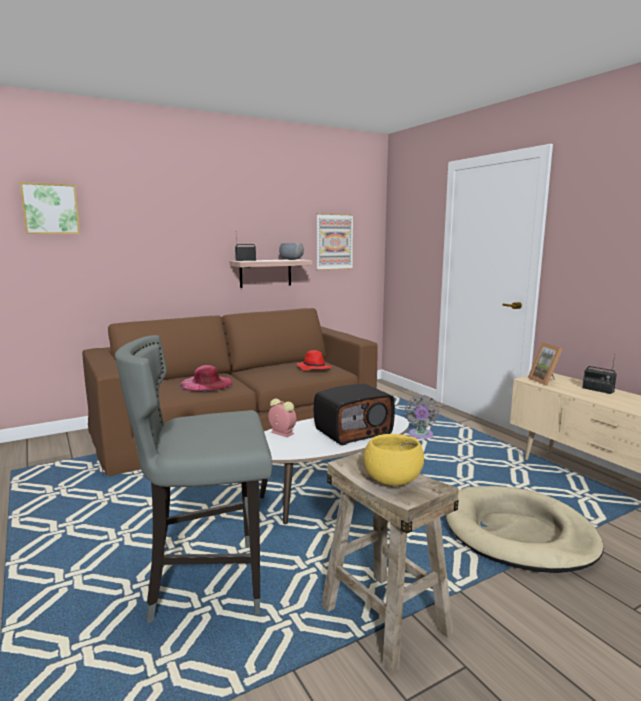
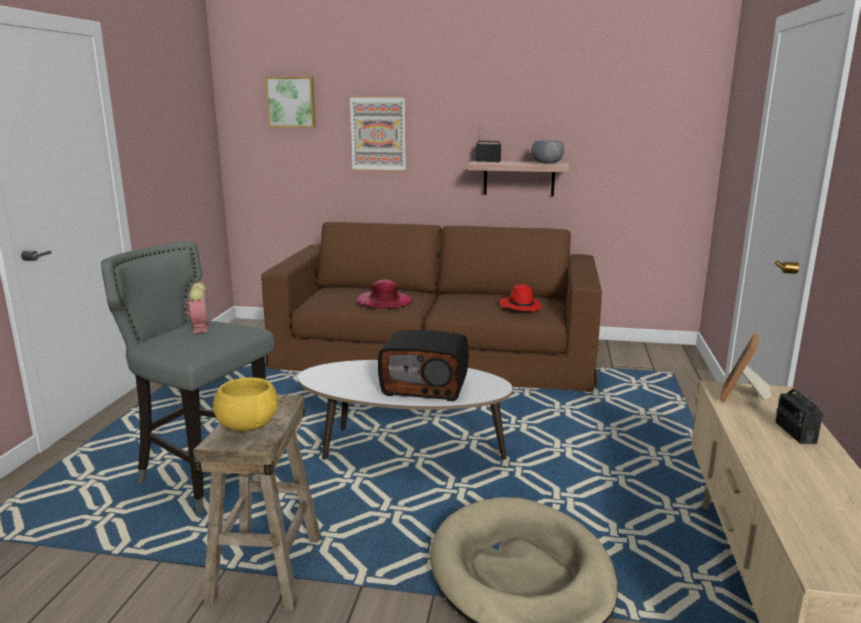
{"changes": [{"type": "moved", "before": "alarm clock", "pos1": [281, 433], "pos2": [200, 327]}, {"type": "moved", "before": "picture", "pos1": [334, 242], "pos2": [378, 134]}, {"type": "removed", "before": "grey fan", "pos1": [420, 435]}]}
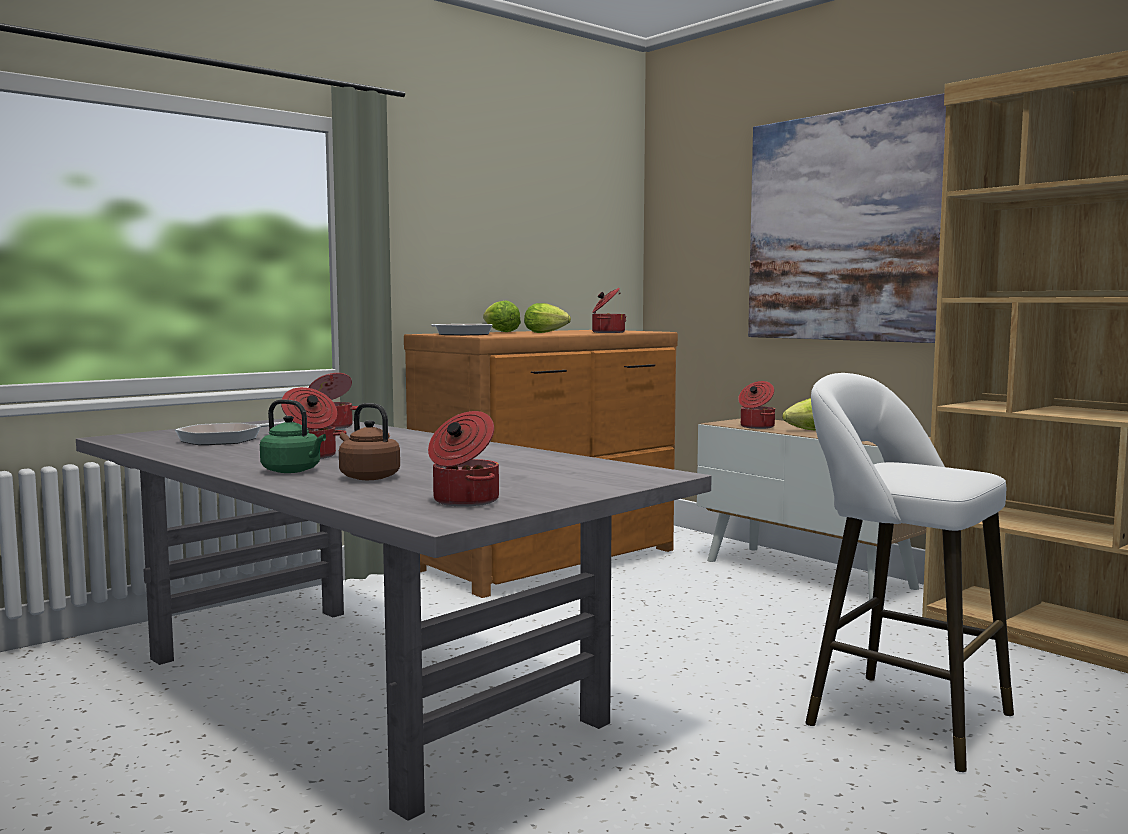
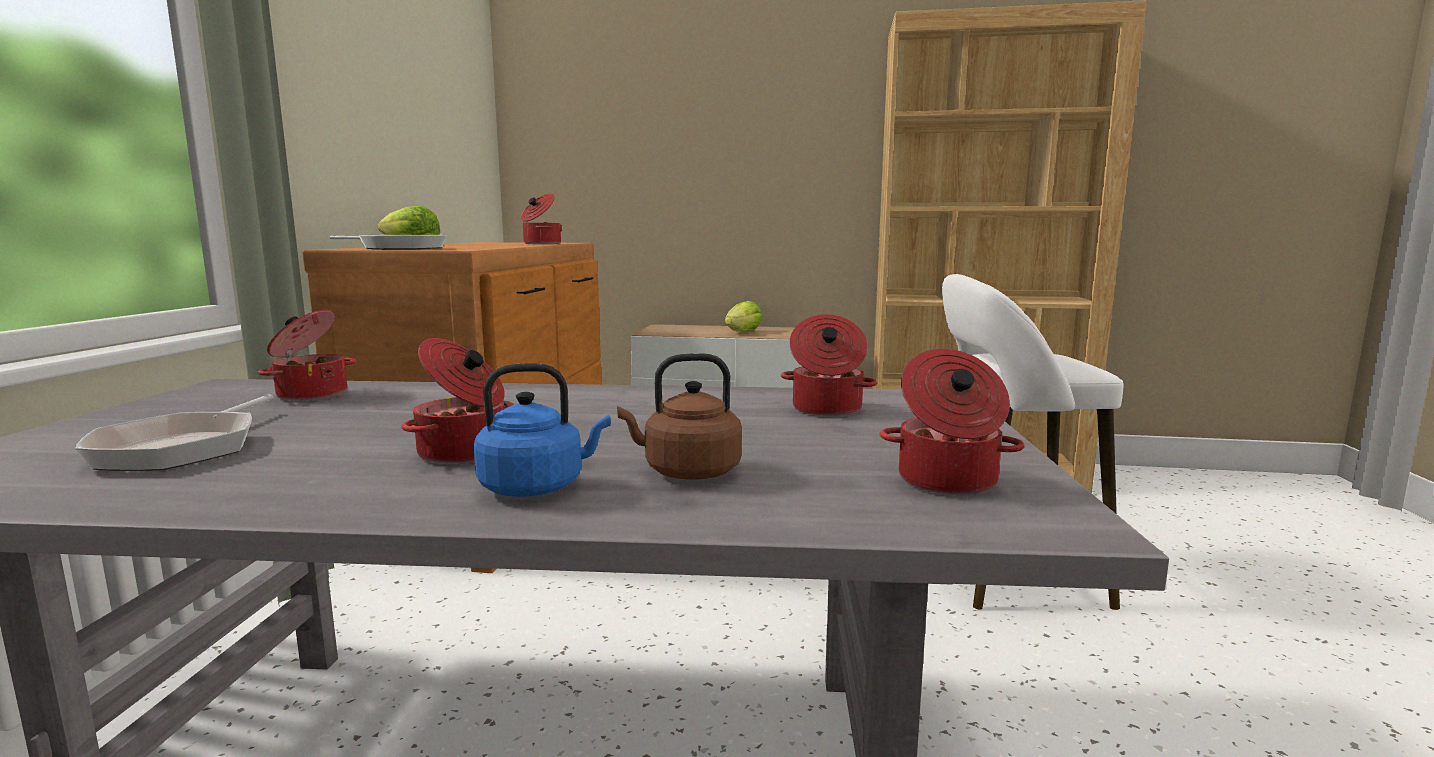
{"changes": [{"type": "recoloured", "before": "green kettle", "after": "blue kettle", "pos1": [294, 471], "pos2": [537, 487]}, {"type": "removed", "before": "lettuce", "pos1": [548, 333]}, {"type": "moved", "before": "cooking pot", "pos1": [756, 427], "pos2": [826, 409]}, {"type": "removed", "before": "picture", "pos1": [844, 227]}]}
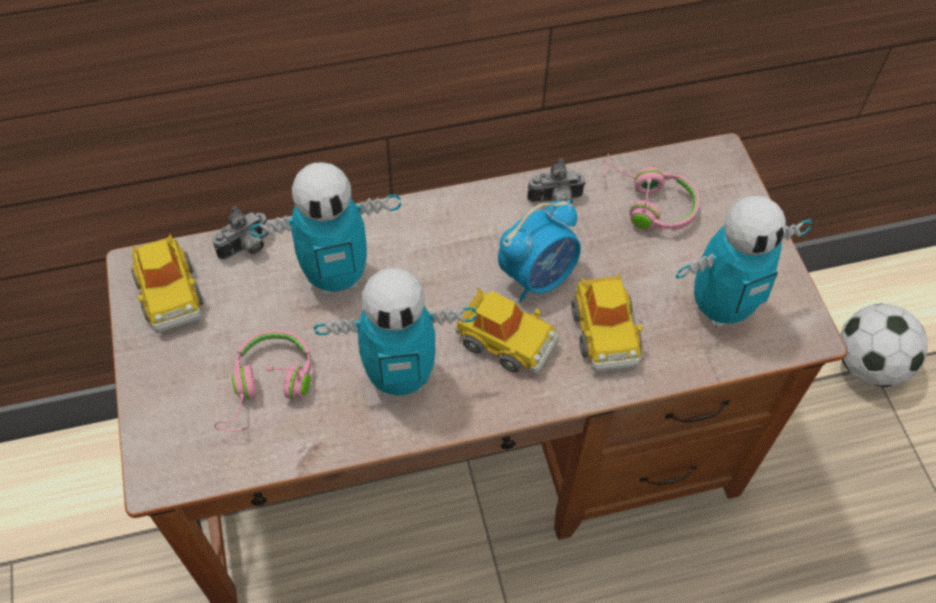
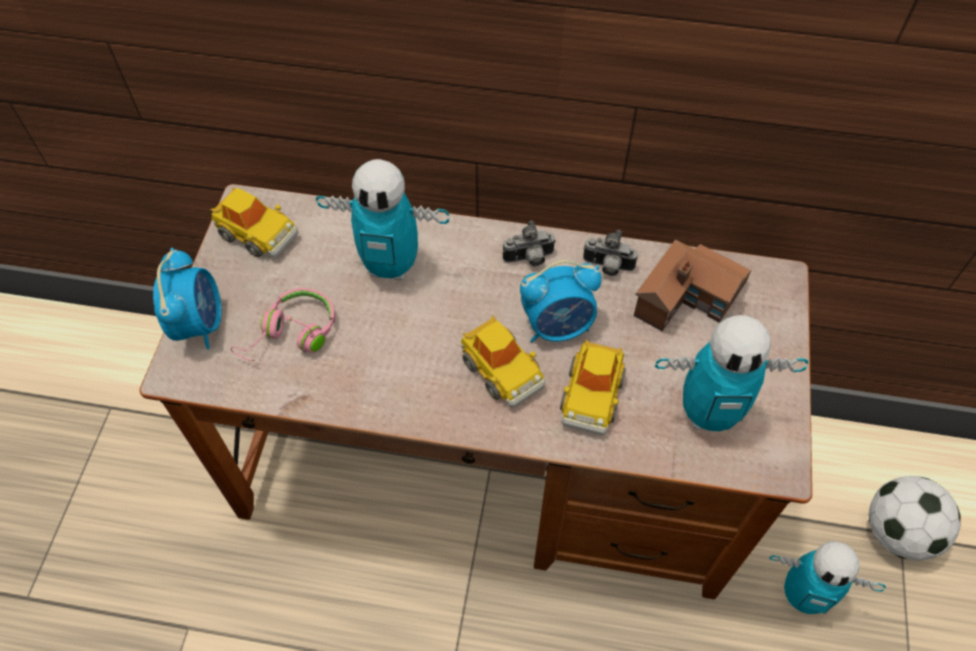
{"changes": [{"type": "turned", "before": "toy car", "pos1": [170, 293], "pos2": [257, 233], "turn": -60}, {"type": "moved", "before": "photo camera", "pos1": [247, 248], "pos2": [529, 259]}, {"type": "moved", "before": "toy robot", "pos1": [400, 376], "pos2": [803, 595]}, {"type": "replaced", "before": "pink headphones", "after": "toy house", "pos1": [647, 203], "pos2": [689, 297]}, {"type": "added", "after": "alarm clock", "pos2": [199, 323]}]}
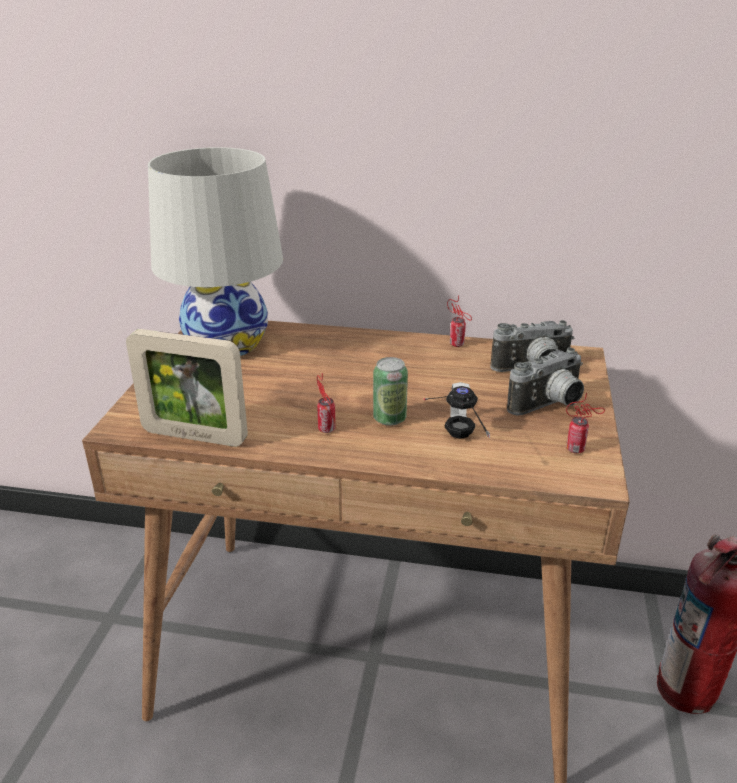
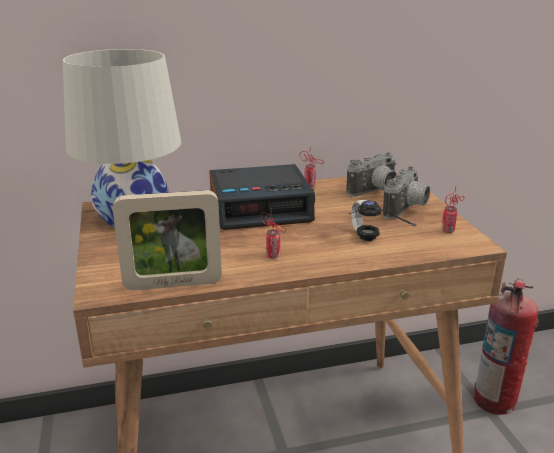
{"changes": [{"type": "removed", "before": "can", "pos1": [389, 418]}, {"type": "added", "after": "alarm clock", "pos2": [261, 207]}]}
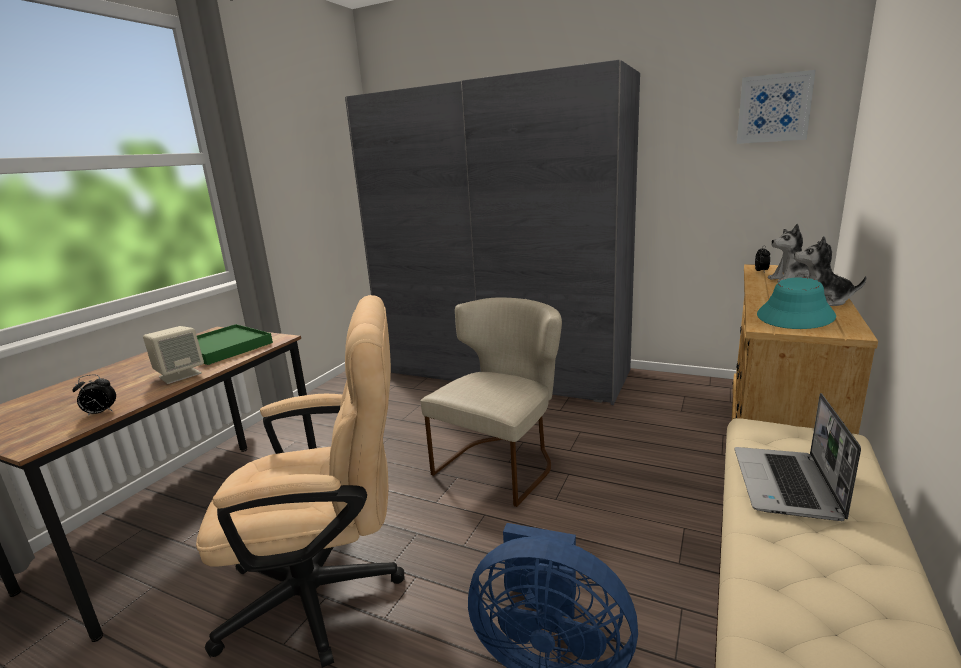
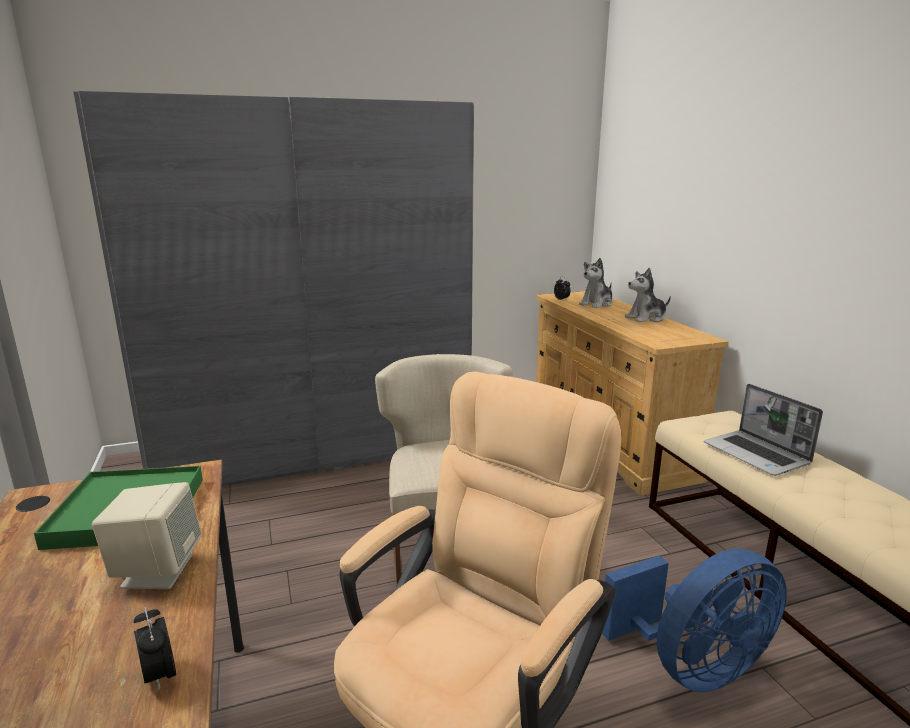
{"changes": [{"type": "turned", "before": "alarm clock", "pos1": [100, 413], "pos2": [159, 675], "turn": 120}, {"type": "removed", "before": "picture", "pos1": [774, 108]}, {"type": "removed", "before": "turquoise hat", "pos1": [795, 316]}]}
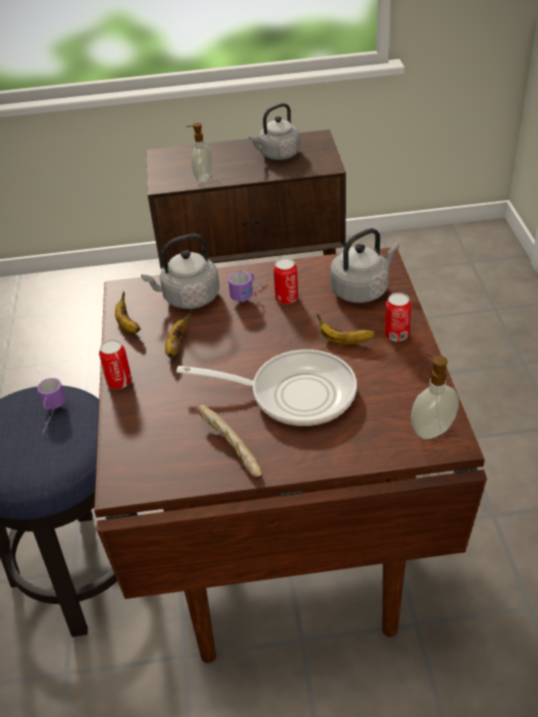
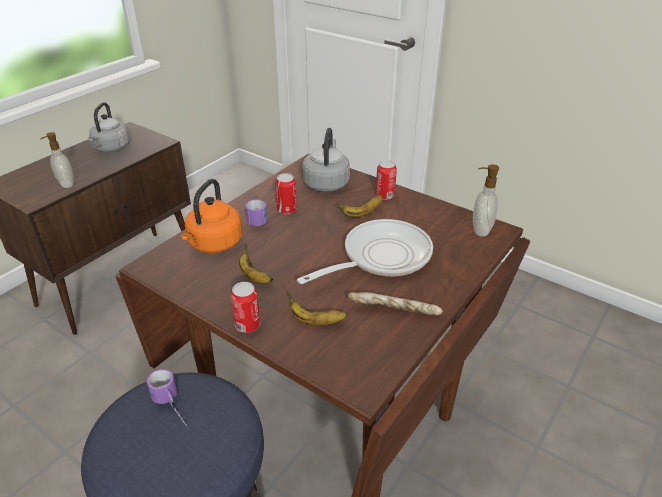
{"changes": [{"type": "moved", "before": "banana", "pos1": [127, 325], "pos2": [315, 321]}, {"type": "recoloured", "before": "grey kettle", "after": "orange kettle", "pos1": [188, 298], "pos2": [214, 244]}]}
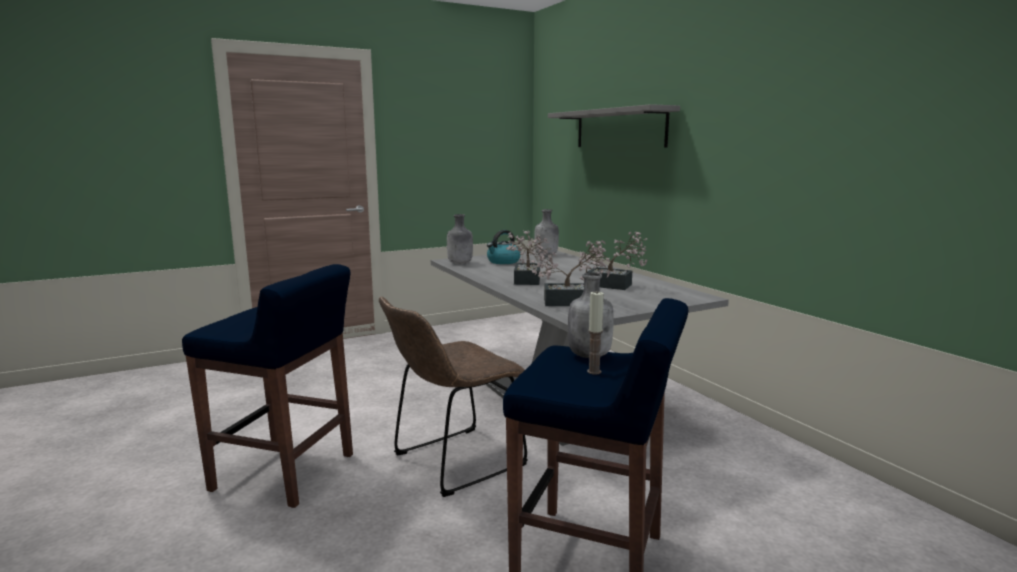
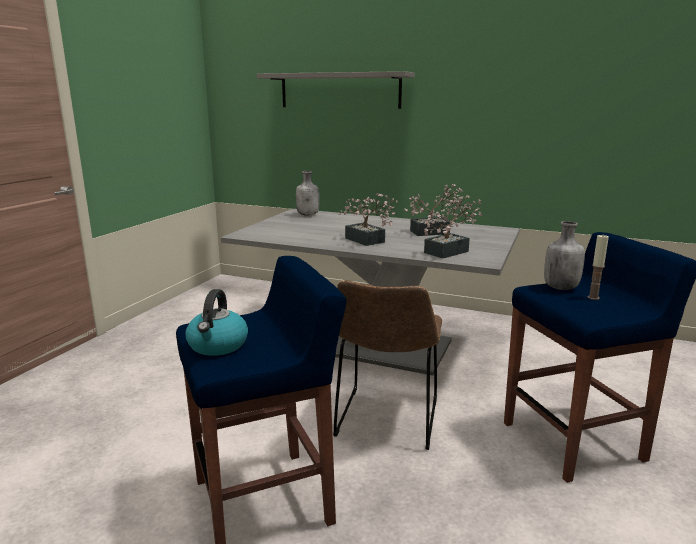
{"changes": [{"type": "removed", "before": "grey bottle", "pos1": [460, 263]}, {"type": "moved", "before": "kettle", "pos1": [503, 262], "pos2": [218, 345]}]}
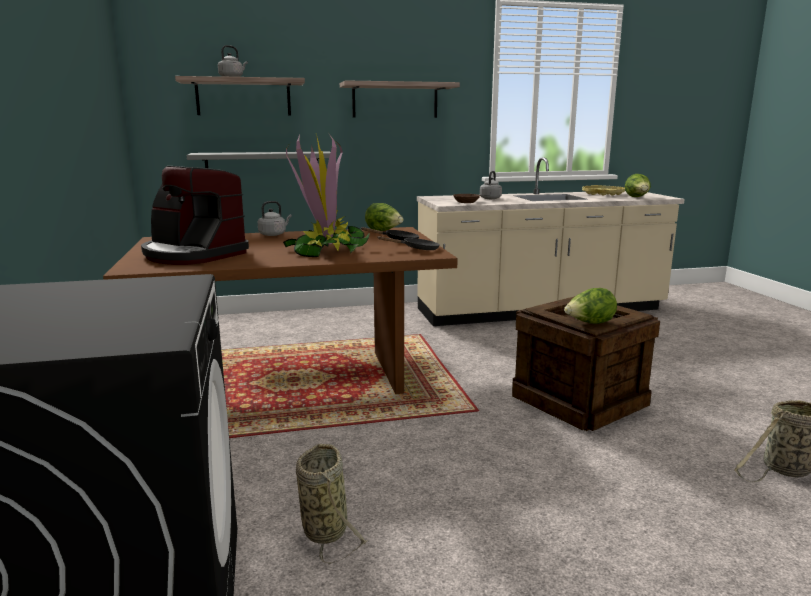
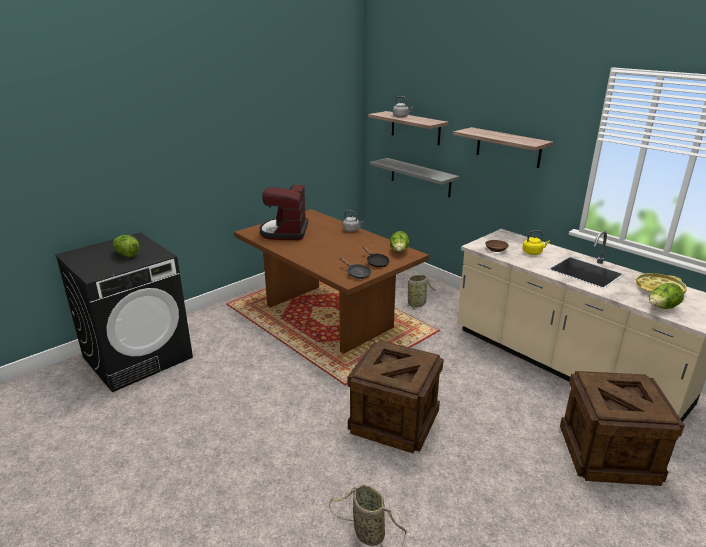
{"changes": [{"type": "removed", "before": "potted plant", "pos1": [327, 250]}, {"type": "moved", "before": "basket", "pos1": [324, 528], "pos2": [417, 303]}, {"type": "recoloured", "before": "grey kettle", "after": "yellow kettle", "pos1": [490, 198], "pos2": [533, 252]}, {"type": "moved", "before": "lettuce", "pos1": [589, 324], "pos2": [127, 255]}, {"type": "added", "after": "crate", "pos2": [609, 455]}]}
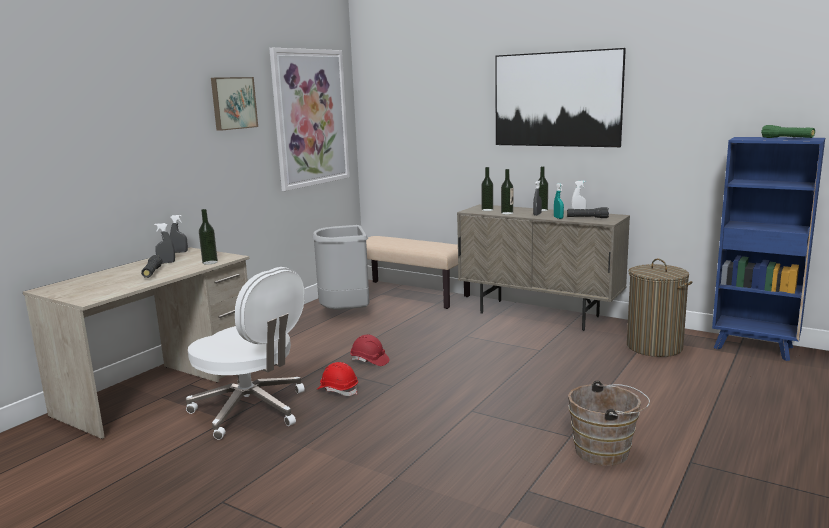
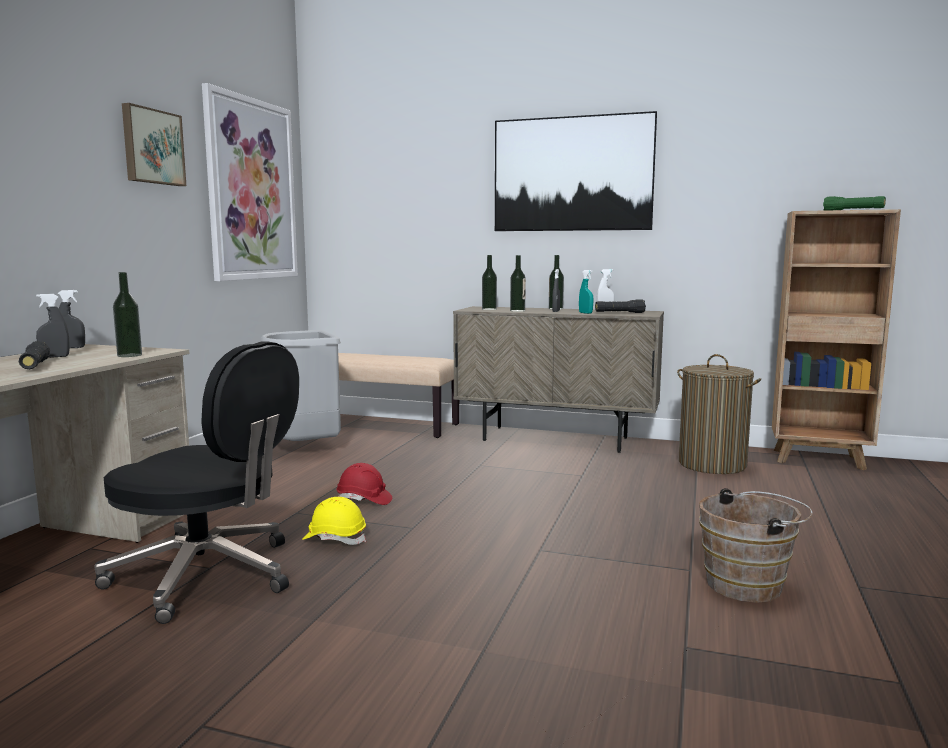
{"changes": [{"type": "recoloured", "before": "white office chair", "after": "black office chair", "pos1": [252, 410], "pos2": [208, 575]}, {"type": "recoloured", "before": "red hard hat", "after": "yellow hard hat", "pos1": [338, 390], "pos2": [335, 539]}, {"type": "recoloured", "before": "blue bookcase", "after": "brown bookcase", "pos1": [755, 348], "pos2": [820, 460]}]}
